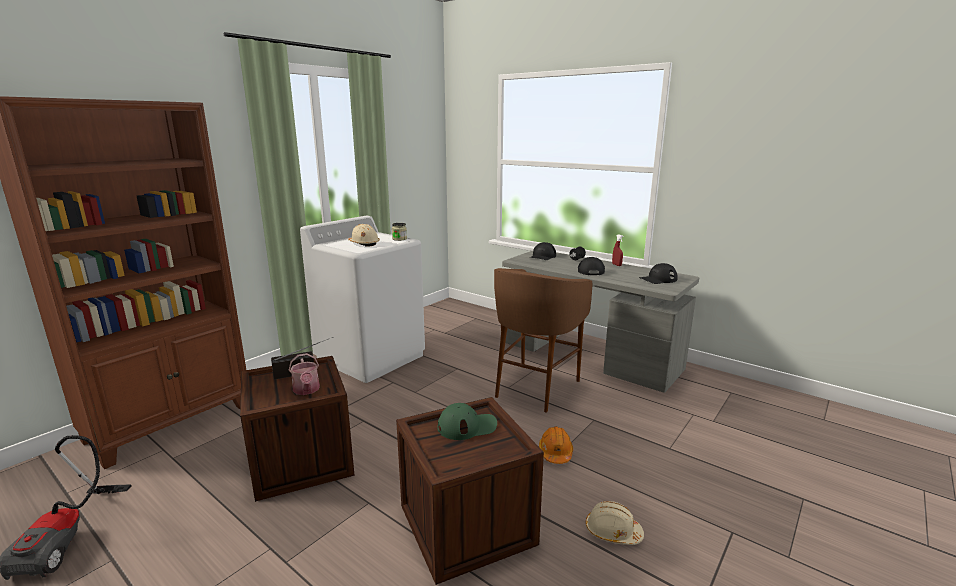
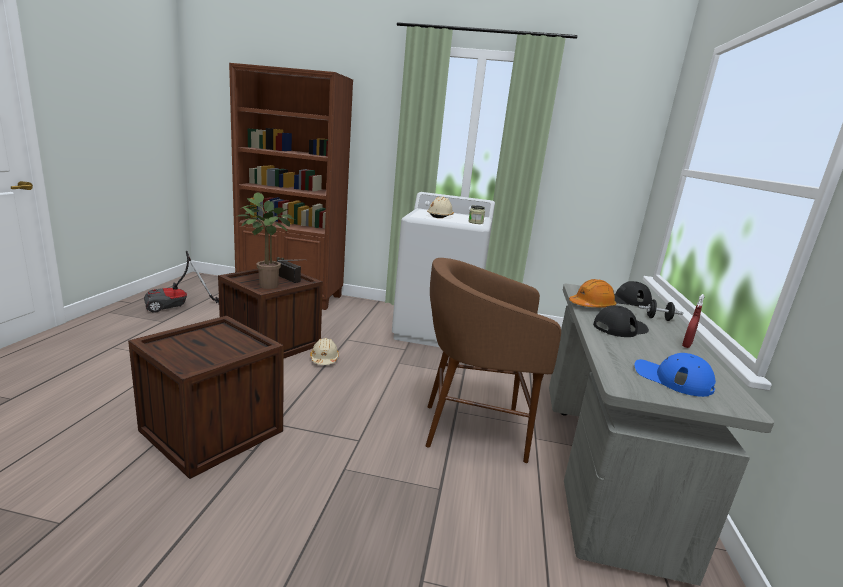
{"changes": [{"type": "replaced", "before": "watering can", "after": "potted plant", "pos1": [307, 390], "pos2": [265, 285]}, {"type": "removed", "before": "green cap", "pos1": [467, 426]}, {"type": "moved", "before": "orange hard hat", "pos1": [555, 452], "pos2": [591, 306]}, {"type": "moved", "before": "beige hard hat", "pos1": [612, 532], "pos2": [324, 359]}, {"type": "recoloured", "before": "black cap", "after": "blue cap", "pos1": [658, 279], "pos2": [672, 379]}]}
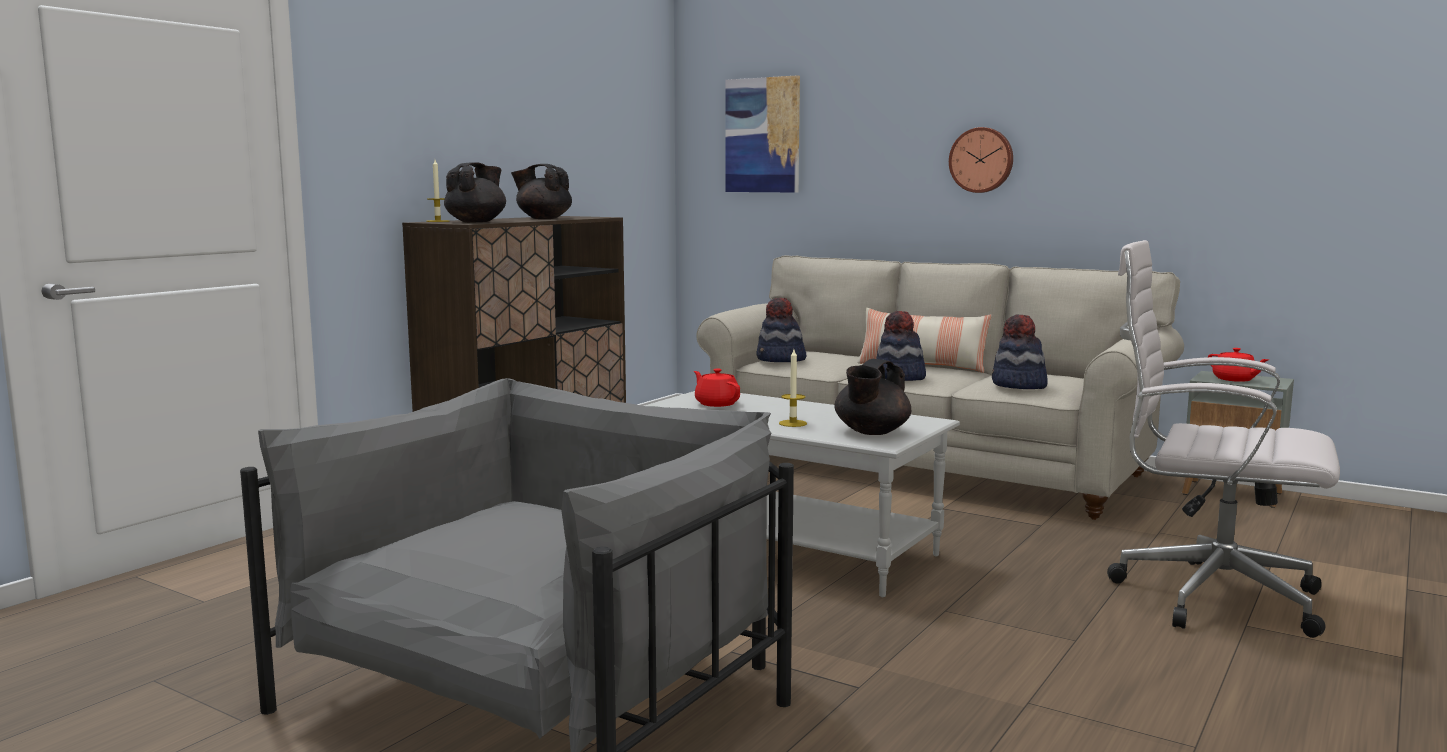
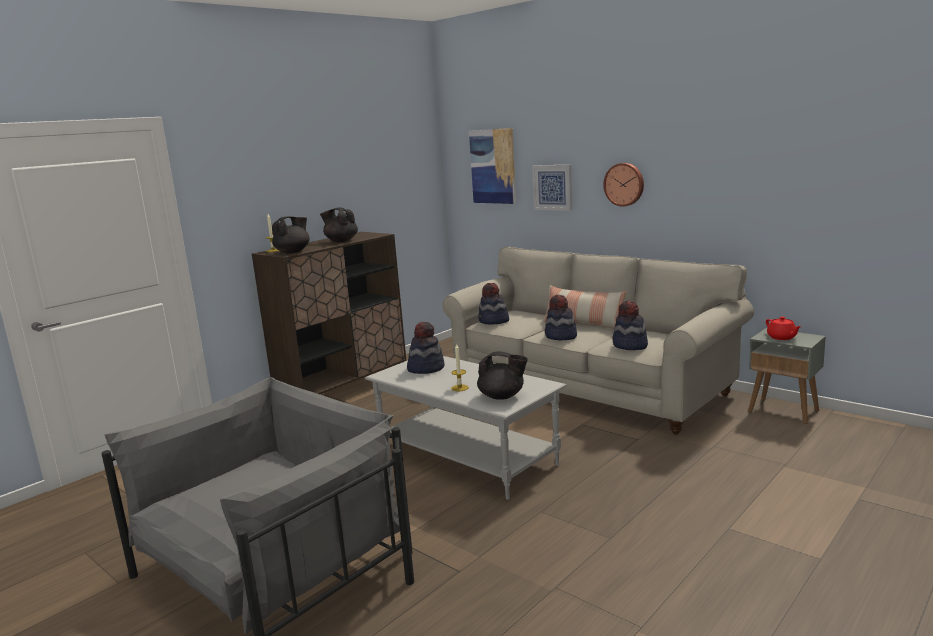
{"changes": [{"type": "replaced", "before": "red teapot", "after": "hat", "pos1": [716, 403], "pos2": [426, 368]}, {"type": "turned", "before": "black teapot", "pos1": [871, 432], "pos2": [502, 396], "turn": -120}, {"type": "removed", "before": "white office chair", "pos1": [1206, 596]}, {"type": "added", "after": "picture", "pos2": [553, 187]}]}
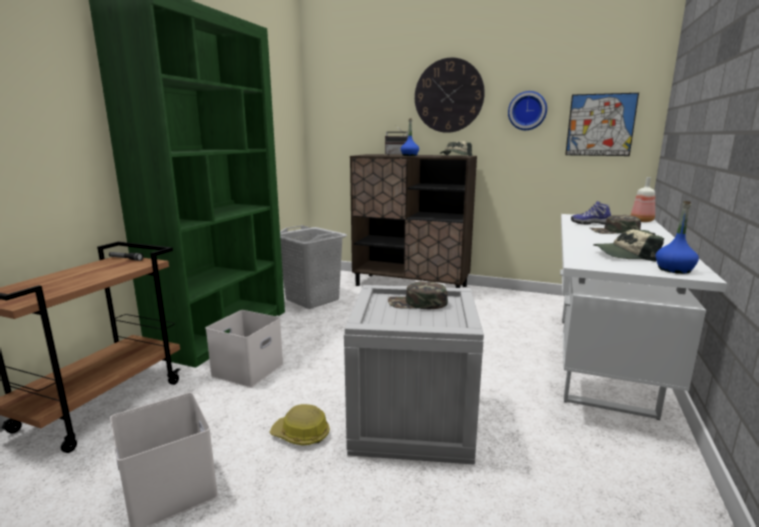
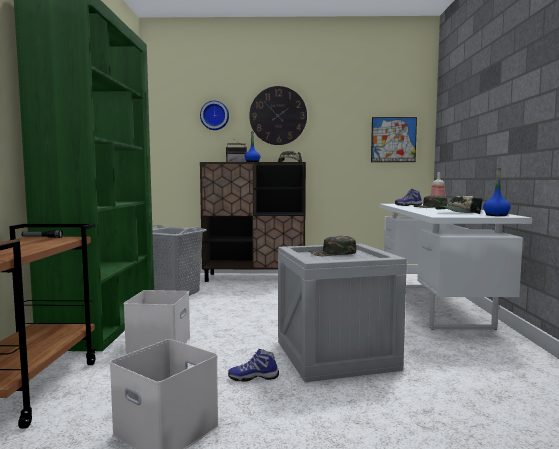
{"changes": [{"type": "replaced", "before": "hard hat", "after": "shoe", "pos1": [301, 435], "pos2": [253, 377]}, {"type": "moved", "before": "wall clock", "pos1": [527, 111], "pos2": [215, 115]}]}
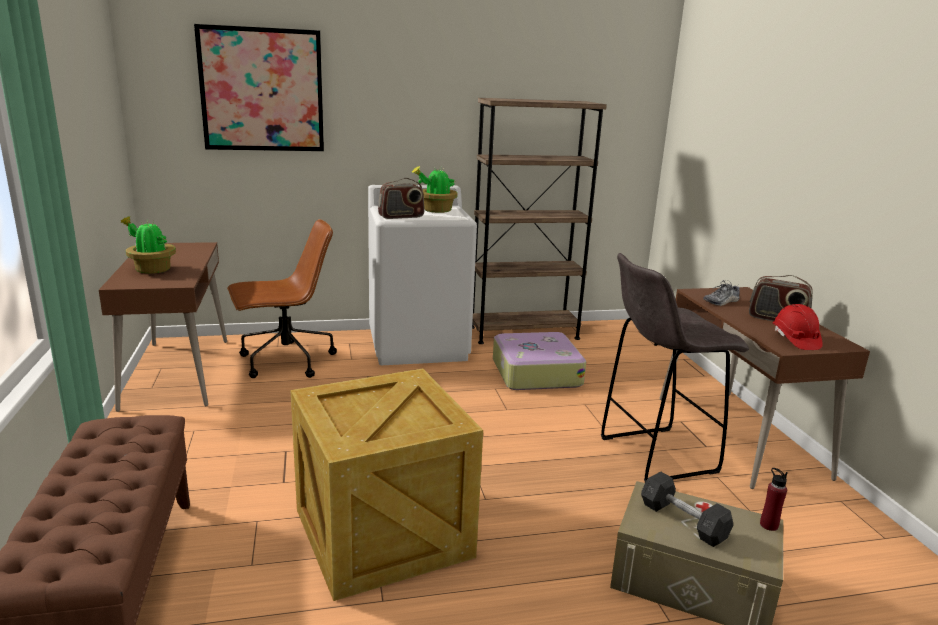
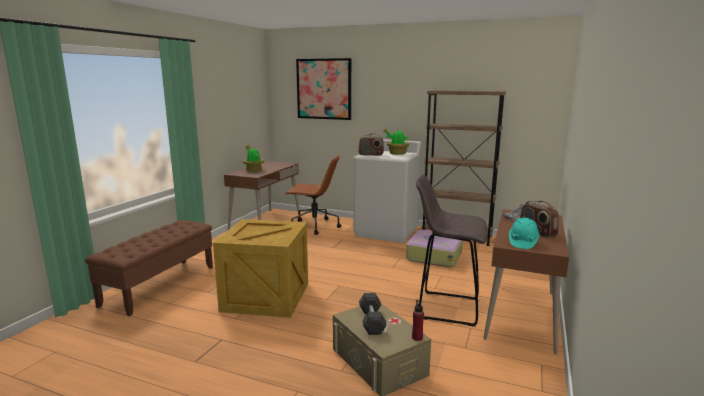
{"changes": [{"type": "recoloured", "before": "red hard hat", "after": "turquoise hard hat", "pos1": [795, 340], "pos2": [522, 242]}]}
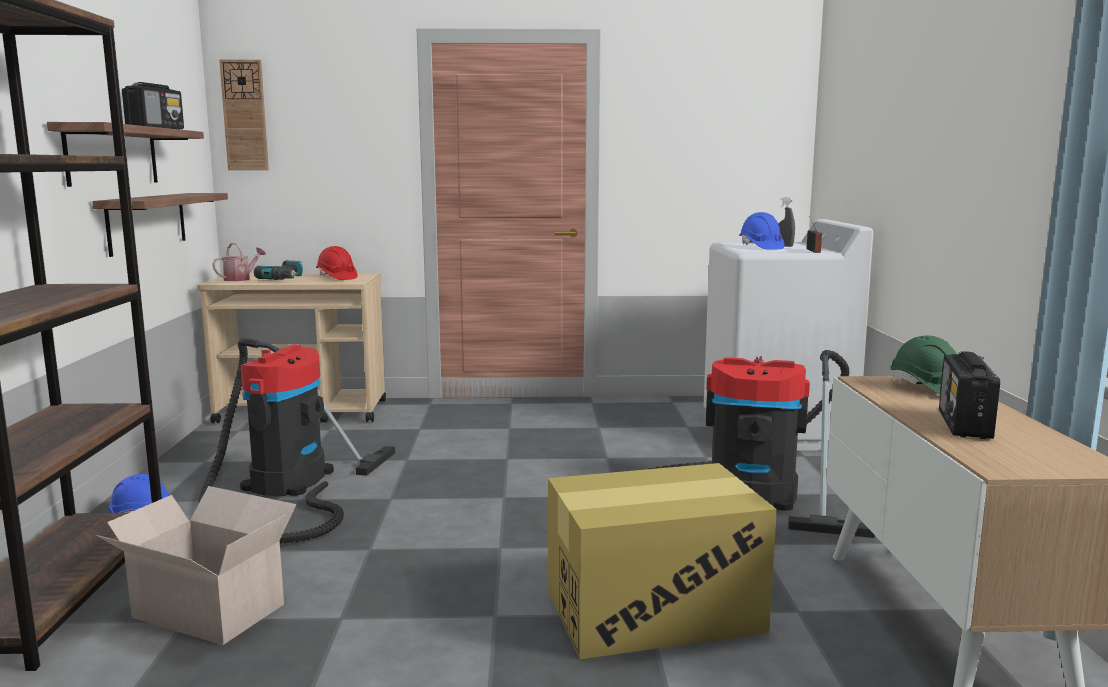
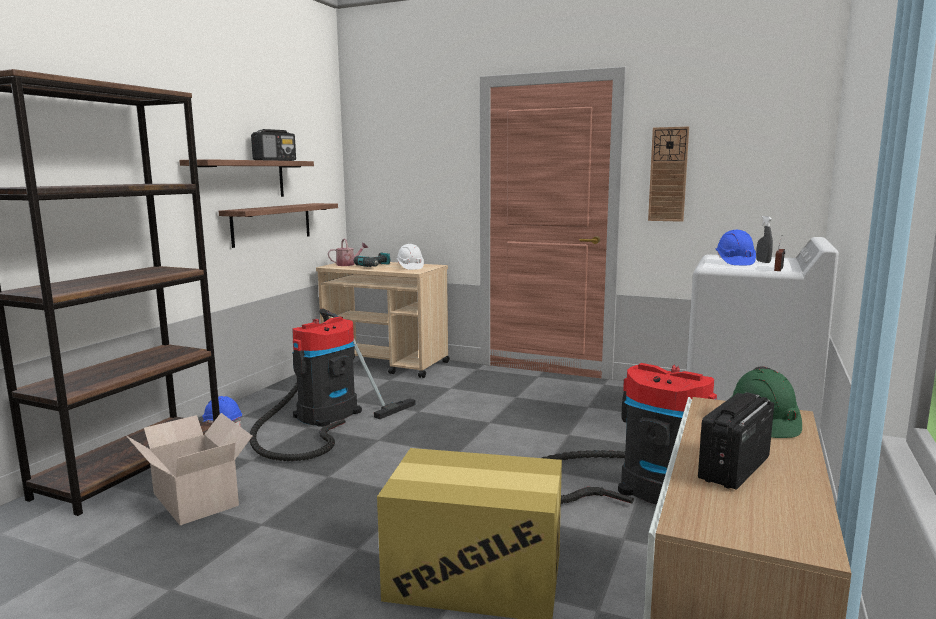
{"changes": [{"type": "moved", "before": "wall clock", "pos1": [244, 115], "pos2": [668, 174]}, {"type": "recoloured", "before": "red hard hat", "after": "white hard hat", "pos1": [336, 277], "pos2": [410, 267]}]}
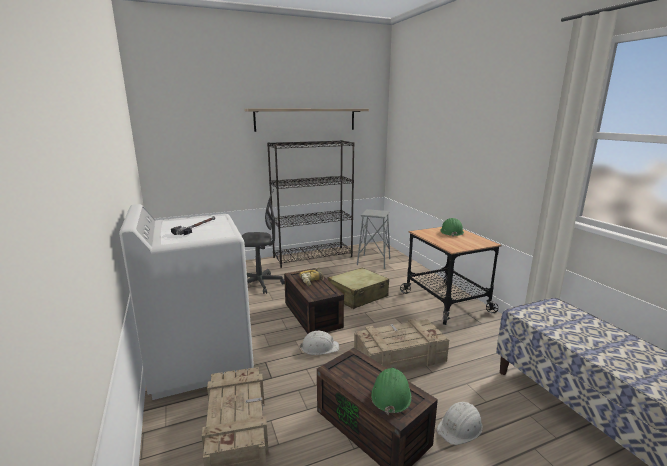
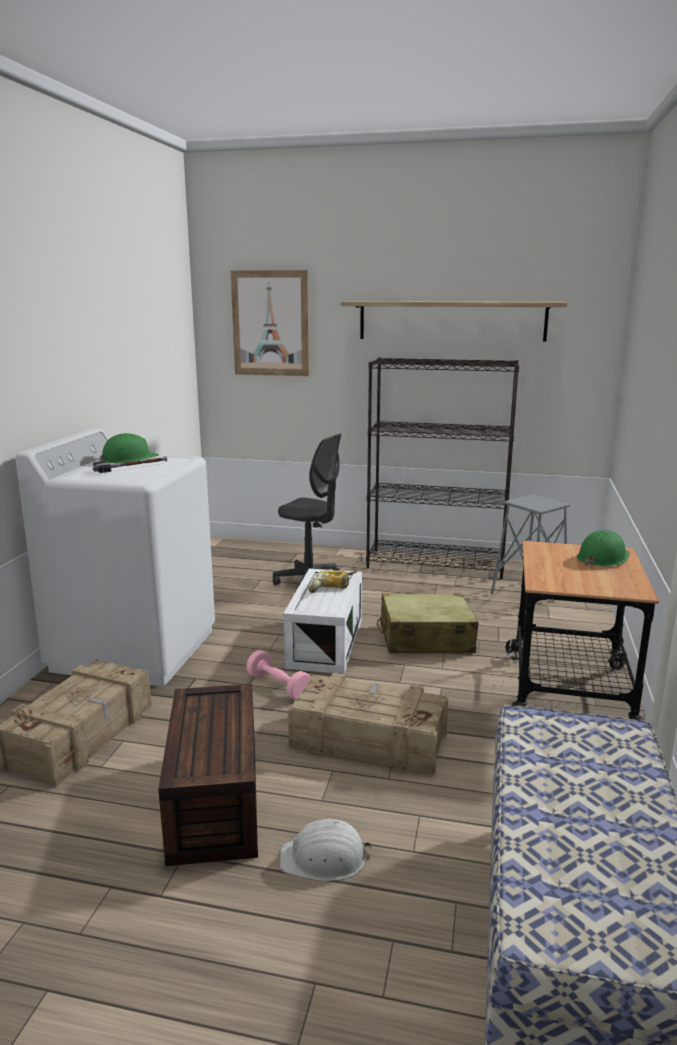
{"changes": [{"type": "recoloured", "before": "brown storage box", "after": "white storage box", "pos1": [311, 314], "pos2": [324, 642]}, {"type": "replaced", "before": "white hard hat", "after": "pink dumbbell", "pos1": [319, 347], "pos2": [278, 686]}, {"type": "moved", "before": "green hard hat", "pos1": [391, 394], "pos2": [128, 459]}, {"type": "added", "after": "picture", "pos2": [270, 323]}]}
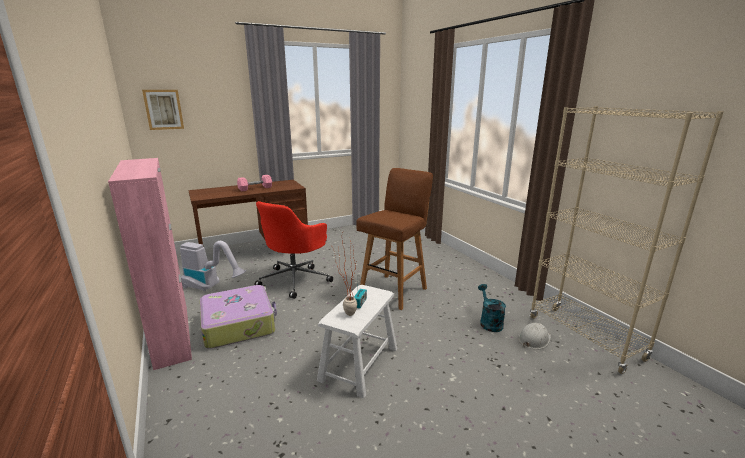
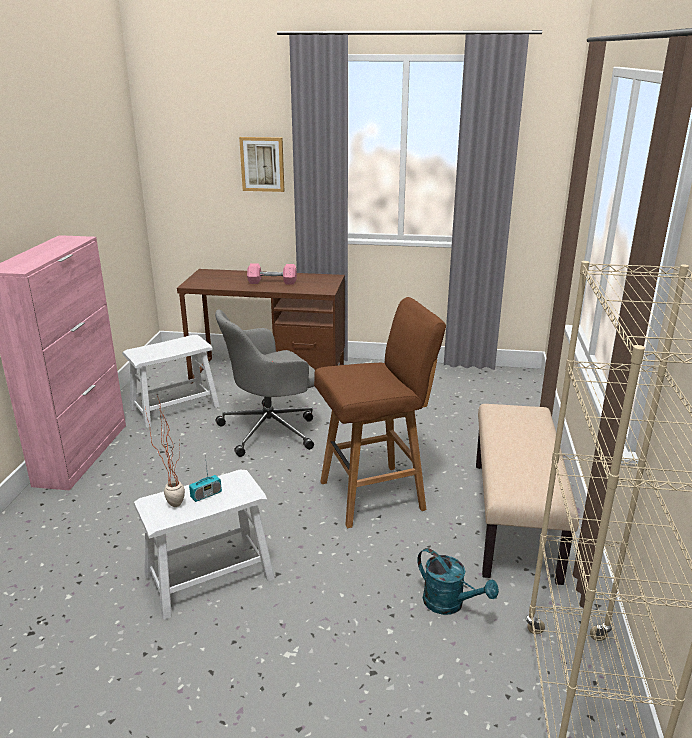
{"changes": [{"type": "moved", "before": "picture", "pos1": [163, 109], "pos2": [262, 164]}, {"type": "replaced", "before": "vacuum cleaner", "after": "white stool", "pos1": [211, 287], "pos2": [174, 407]}, {"type": "removed", "before": "suitcase", "pos1": [239, 324]}, {"type": "recoloured", "before": "red office chair", "after": "grey office chair", "pos1": [295, 280], "pos2": [271, 430]}, {"type": "turned", "before": "turquoise watering can", "pos1": [489, 322], "pos2": [450, 604], "turn": 105}, {"type": "removed", "before": "white hard hat", "pos1": [534, 339]}, {"type": "added", "after": "beige bench", "pos2": [515, 519]}]}
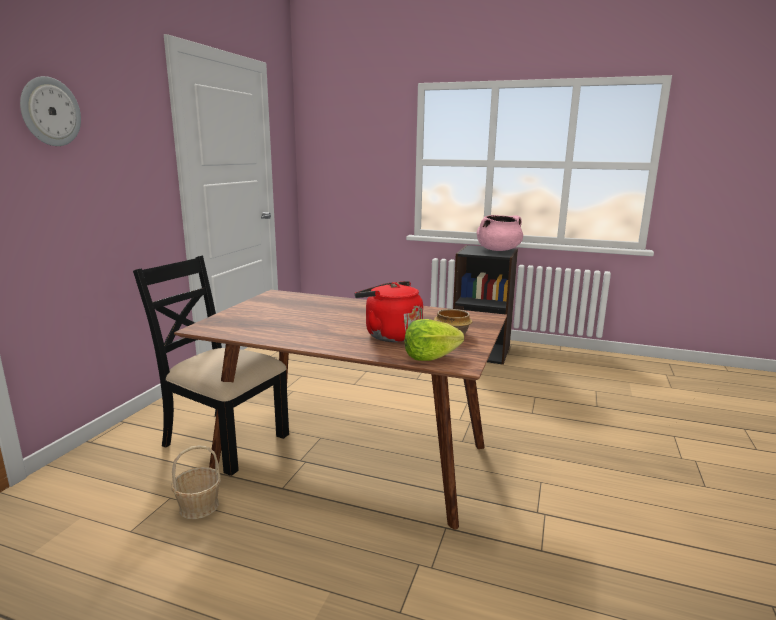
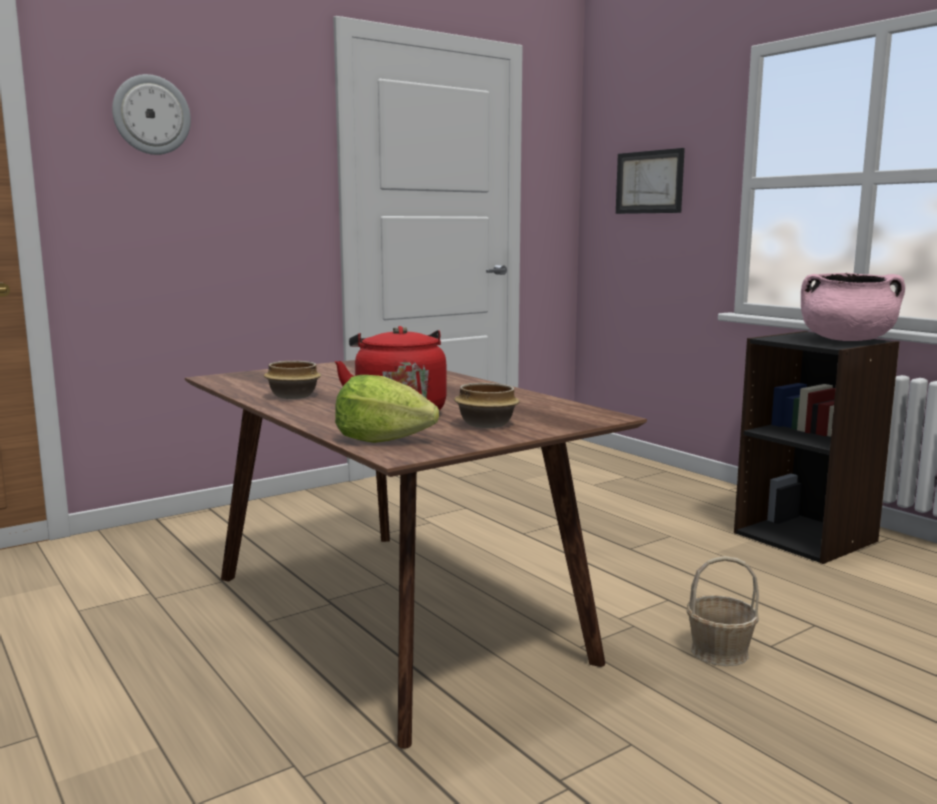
{"changes": [{"type": "removed", "before": "black chair", "pos1": [224, 440]}, {"type": "moved", "before": "basket", "pos1": [198, 506], "pos2": [719, 651]}, {"type": "added", "after": "bowl", "pos2": [292, 396]}, {"type": "added", "after": "picture", "pos2": [649, 182]}]}
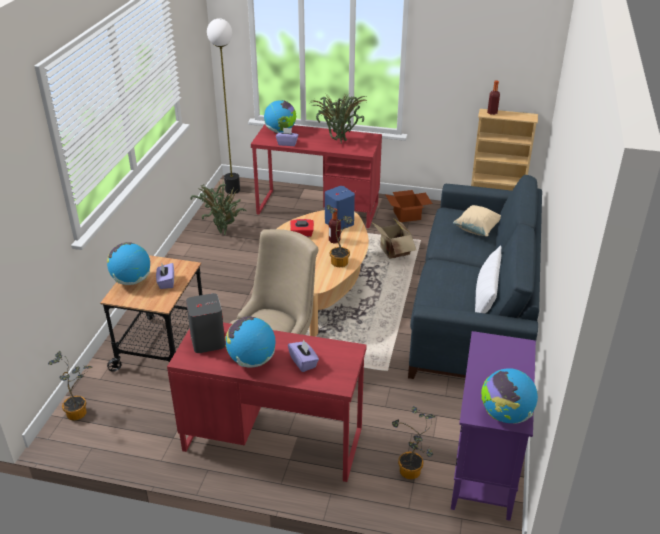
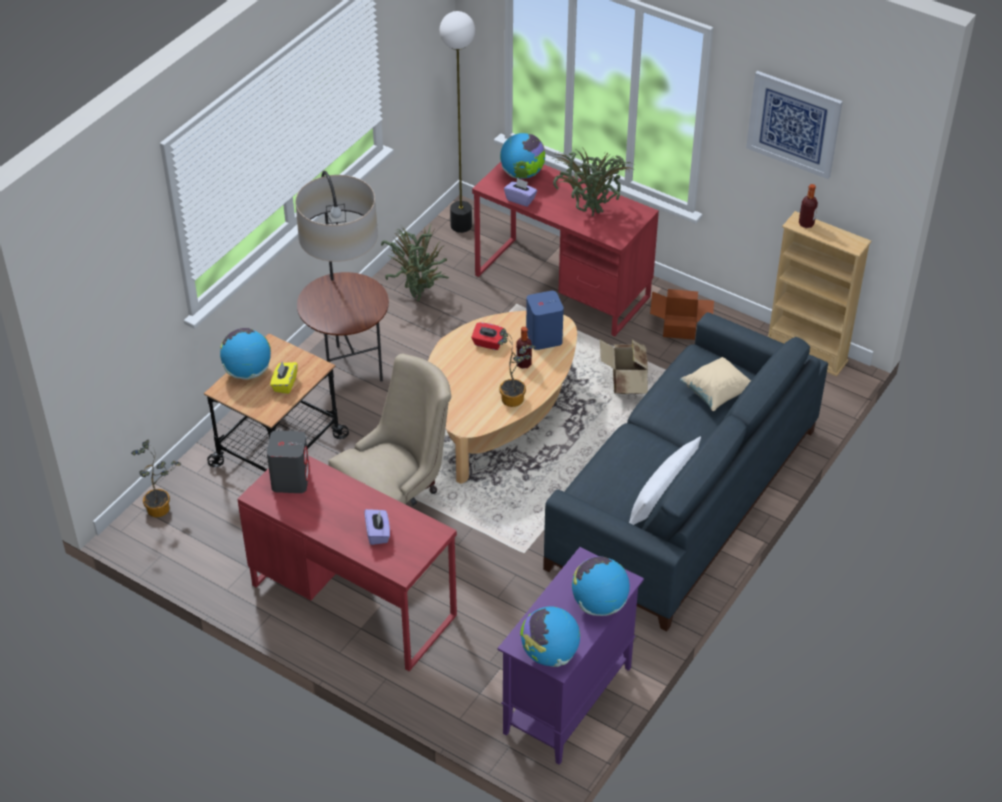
{"changes": [{"type": "recoloured", "before": "purple tissue box", "after": "yellow tissue box", "pos1": [166, 282], "pos2": [284, 384]}, {"type": "moved", "before": "globe", "pos1": [252, 360], "pos2": [599, 604]}, {"type": "removed", "before": "potted plant", "pos1": [411, 473]}, {"type": "added", "after": "floor lamp", "pos2": [348, 369]}, {"type": "added", "after": "picture", "pos2": [794, 124]}]}
